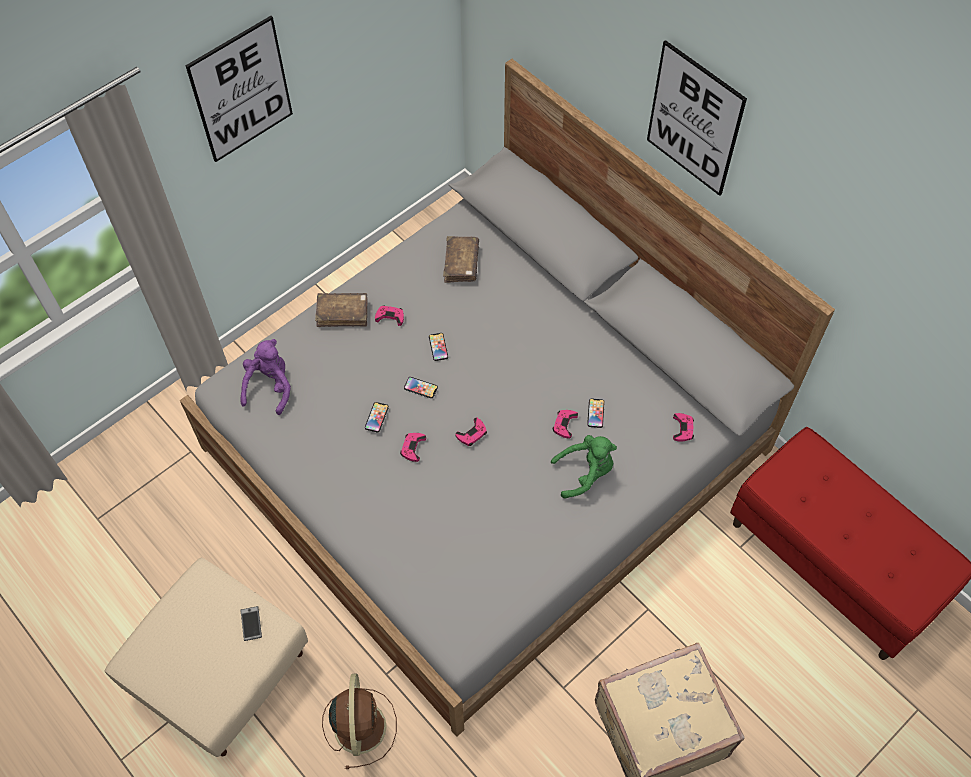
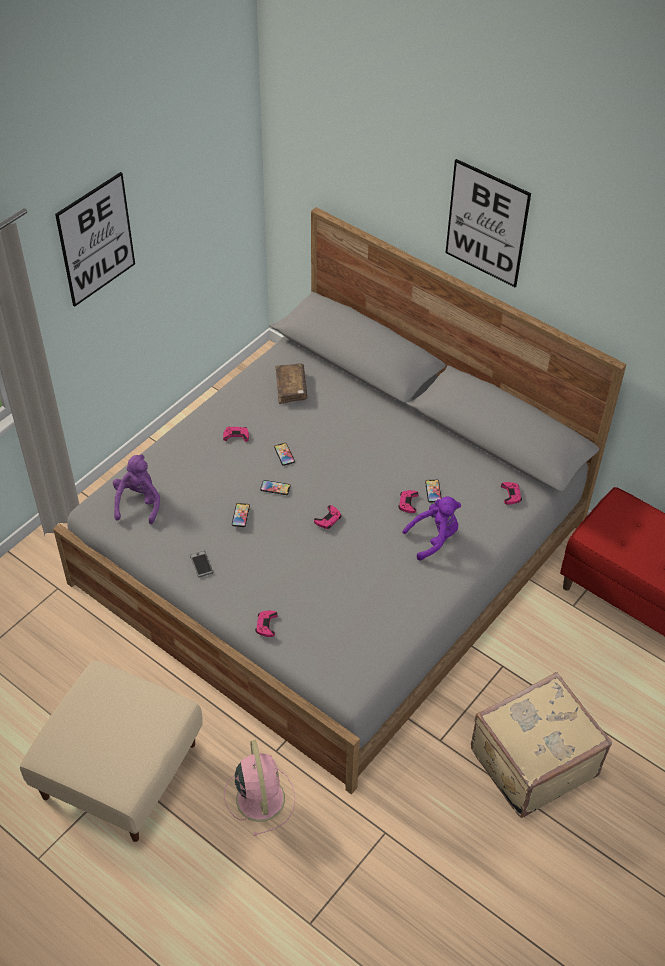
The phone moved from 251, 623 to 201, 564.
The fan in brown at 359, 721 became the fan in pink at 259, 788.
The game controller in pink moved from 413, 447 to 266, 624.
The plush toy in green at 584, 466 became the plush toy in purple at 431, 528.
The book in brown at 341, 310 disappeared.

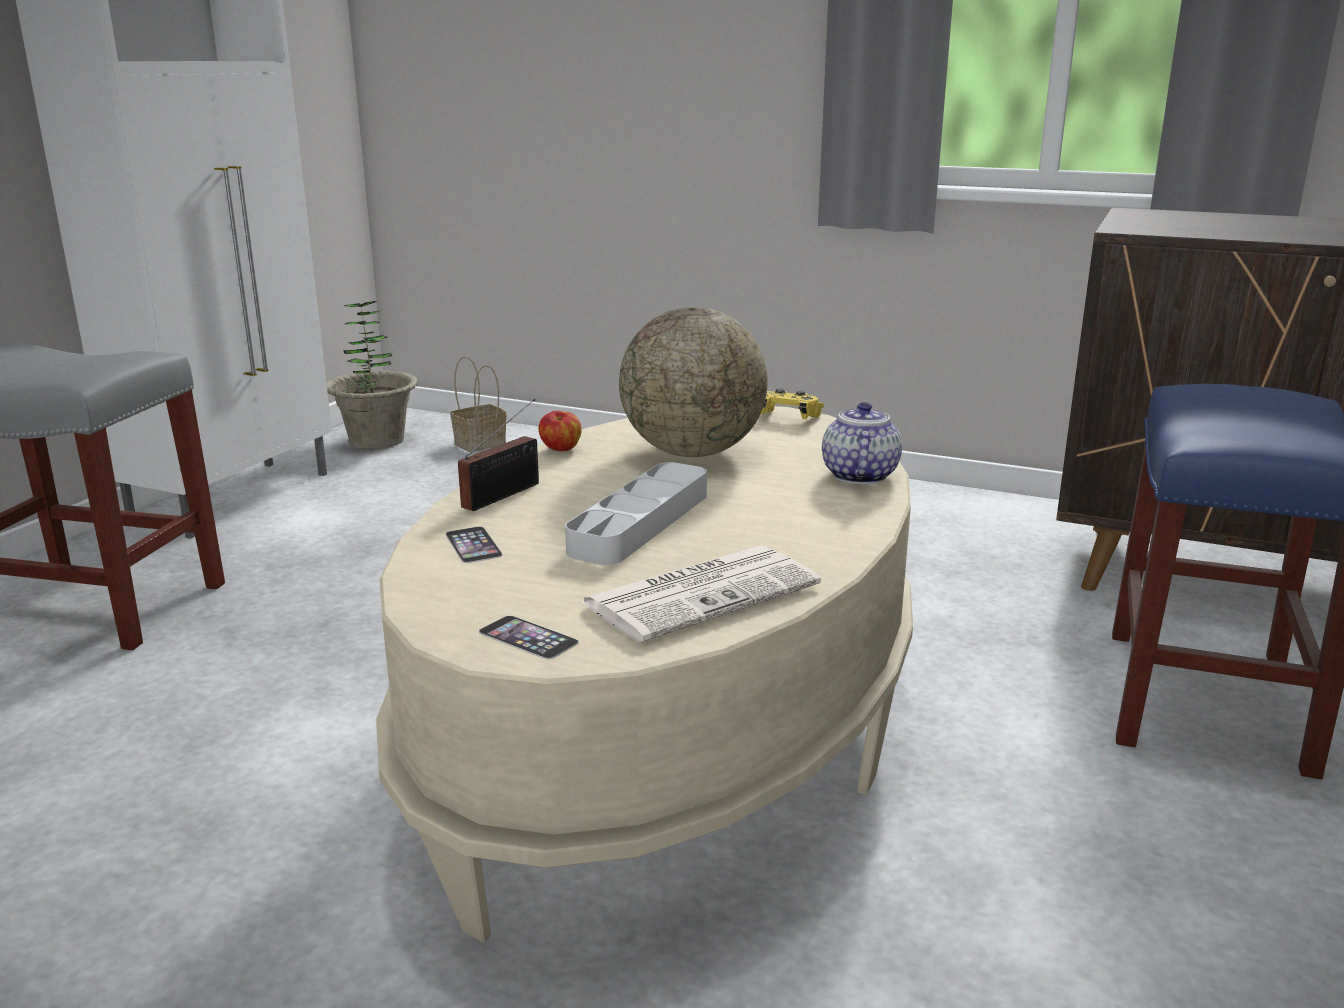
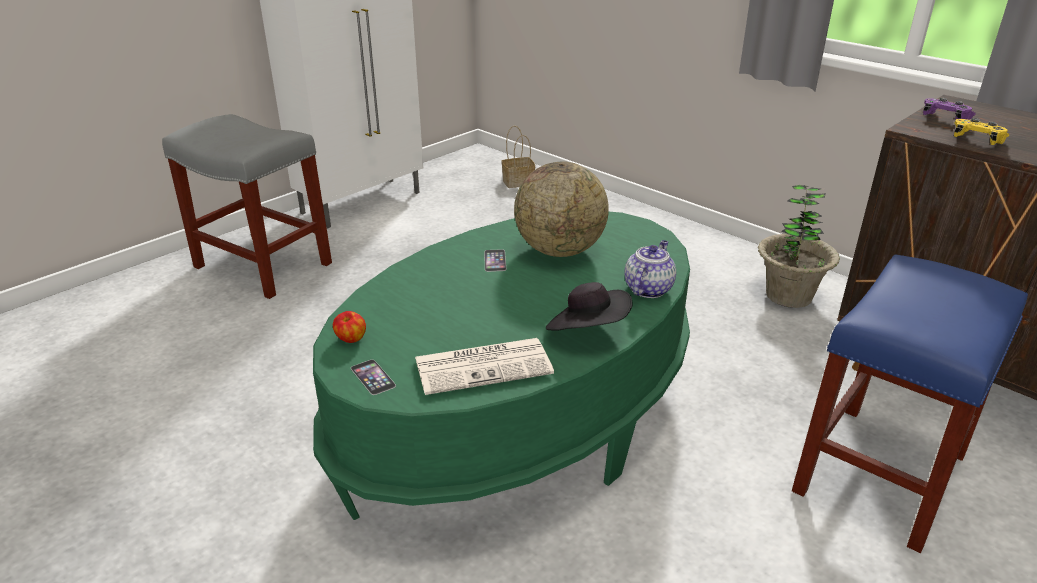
The coffee table in beige at 644, 674 became the coffee table in green at 501, 366.
The apple moved from 560, 431 to 349, 327.
The phone moved from 474, 544 to 495, 260.
The hat in black at 589, 306 appeared.
The potted plant moved from 372, 375 to 799, 246.
The game controller in purple at 949, 109 appeared.
The game controller in yellow moved from 792, 403 to 981, 131.
The radio at 498, 455 disappeared.
The tray in grey at 636, 513 disappeared.

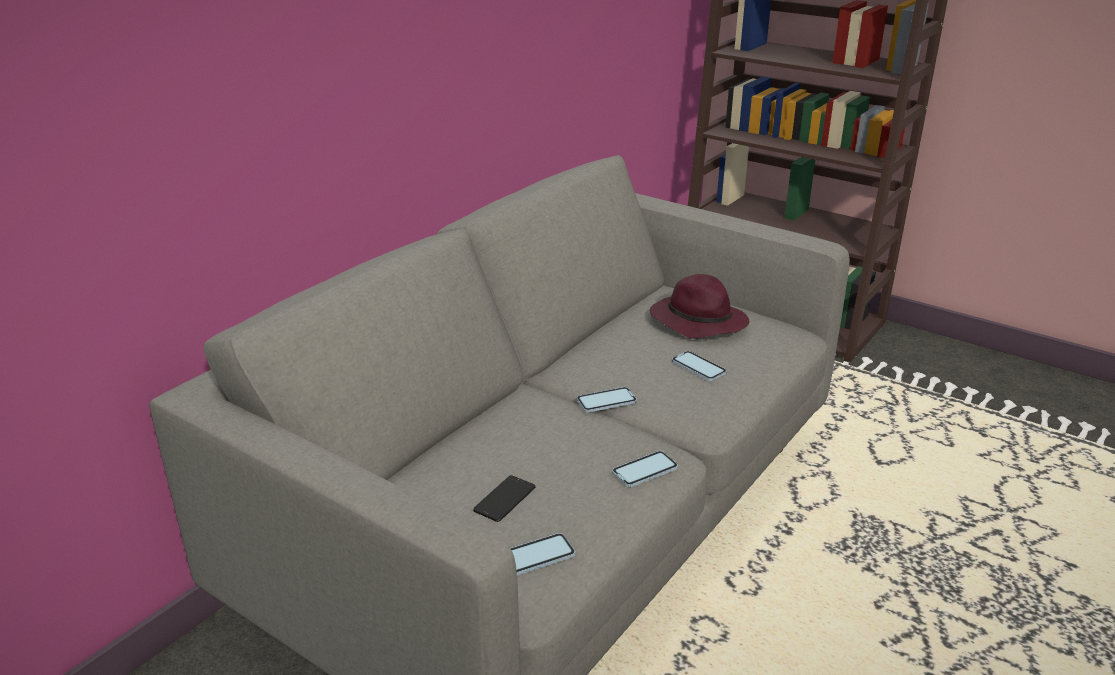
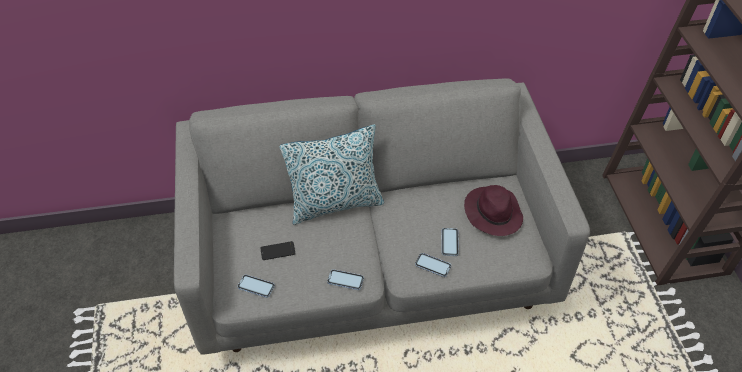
The pillow at 331, 174 appeared.
The phone moved from 606, 400 to 433, 265.

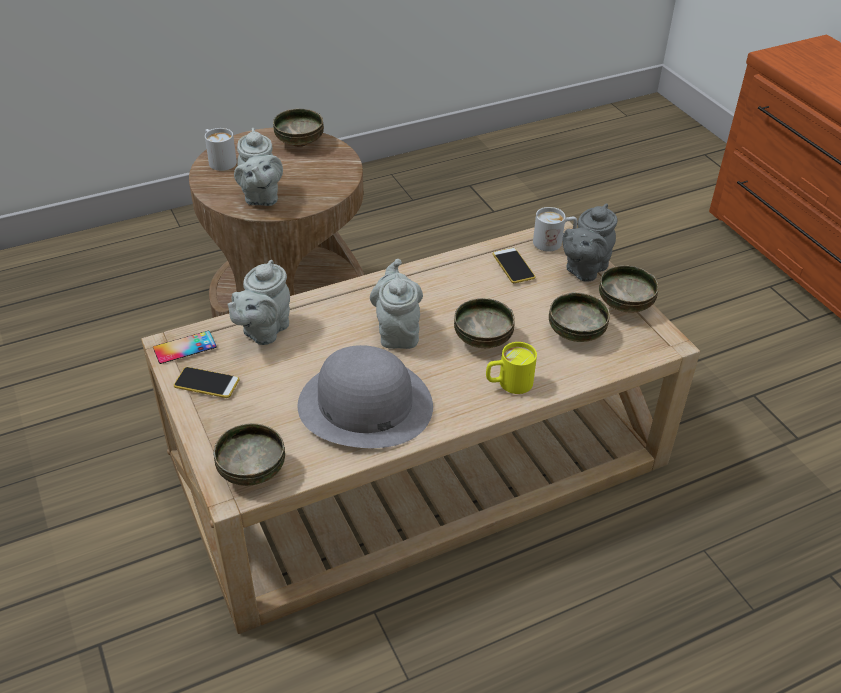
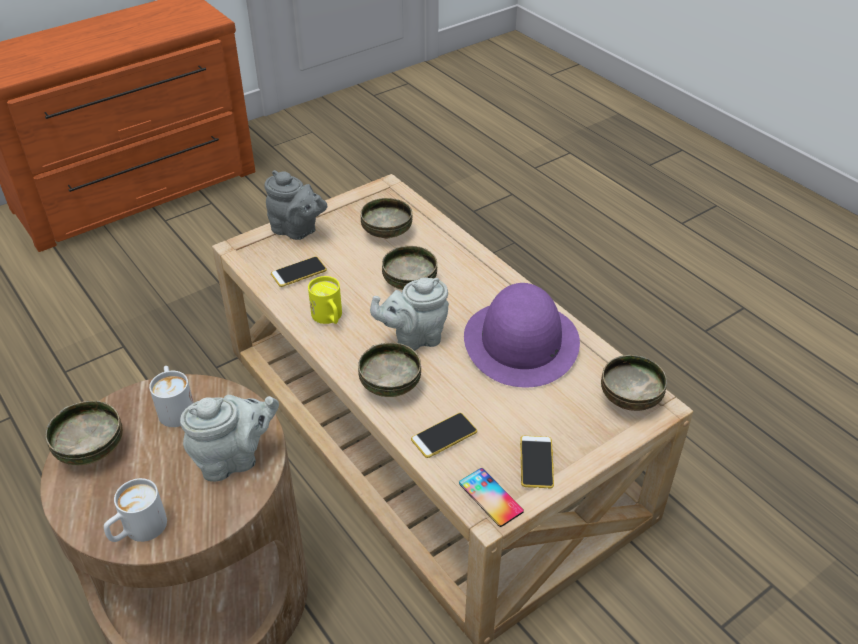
The mug in white moved from 555, 229 to 171, 396.
The mug in yellow moved from 511, 368 to 325, 300.
The bowl moved from 629, 289 to 389, 370.
The teapot in grey at 258, 302 was replaced by the phone at 444, 435.
The hat in grey at 365, 396 became the hat in purple at 522, 335.

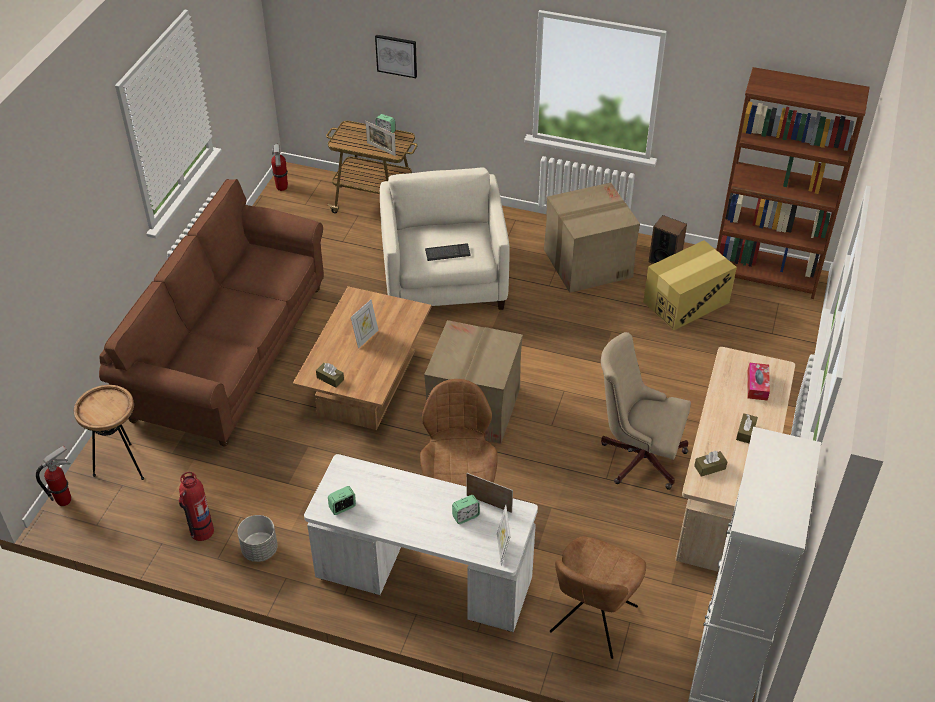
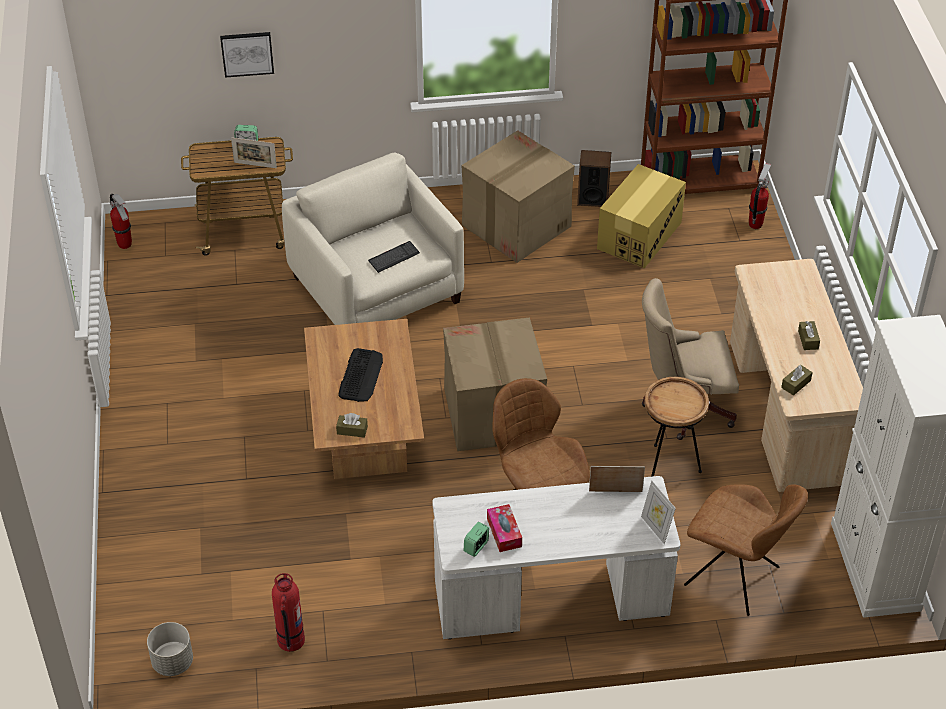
The planter in grey moved from 257, 538 to 170, 649.
The picture frame at 364, 324 was replaced by the keyboard at 360, 375.
The tissue box moved from 758, 382 to 504, 528.
The side table in brown moved from 109, 432 to 676, 427.
The chair in brown at 598, 597 turned 60 degrees counterclockwise.
The fire extinguisher moved from 53, 475 to 760, 196.
The sofa in brown at 211, 313 disappeared.
The alarm clock at 466, 509 disappeared.

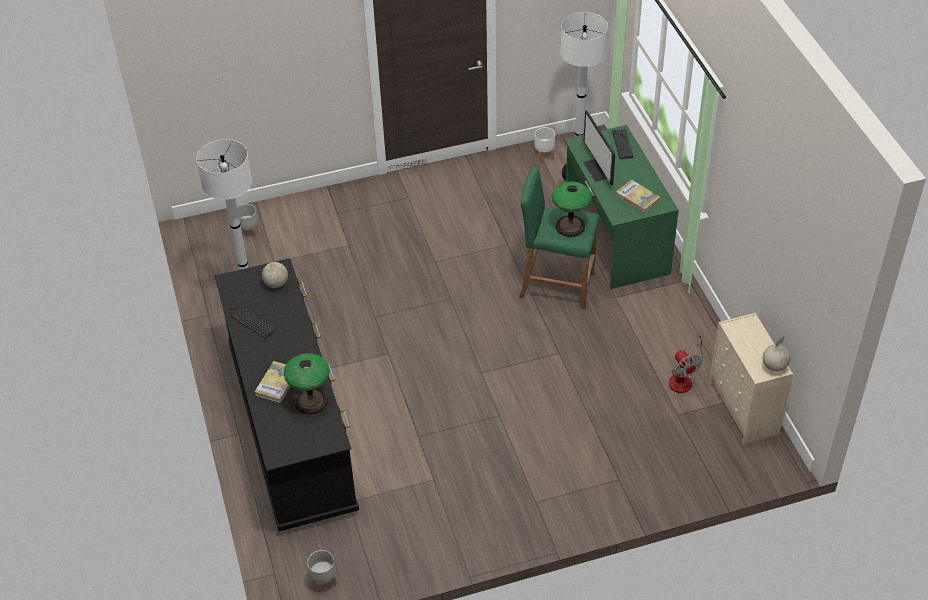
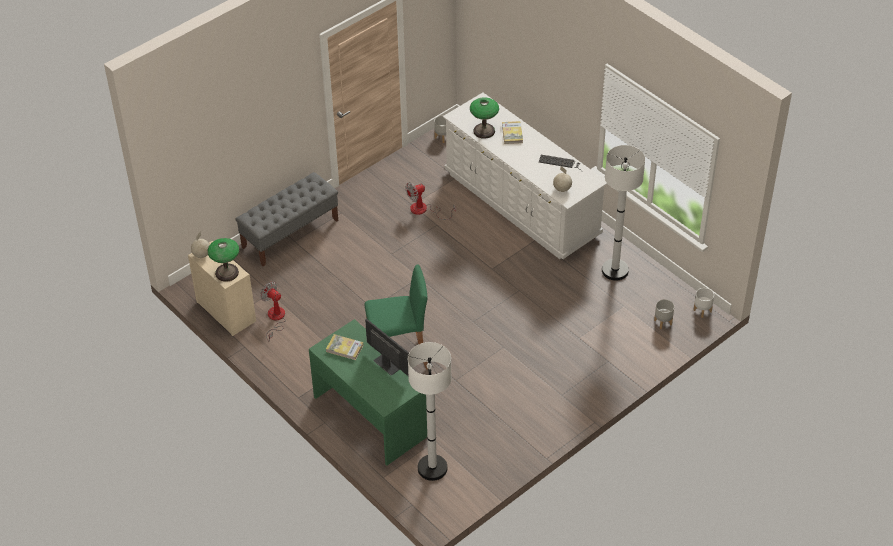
The table lamp moved from 572, 209 to 223, 260.
The bench in grey at 286, 219 appeared.
The fan at 431, 201 appeared.
The dresser in black at 287, 395 became the dresser in white at 525, 176.
The planter in white moved from 544, 144 to 703, 303.
The keyboard at 622, 144 disappeared.

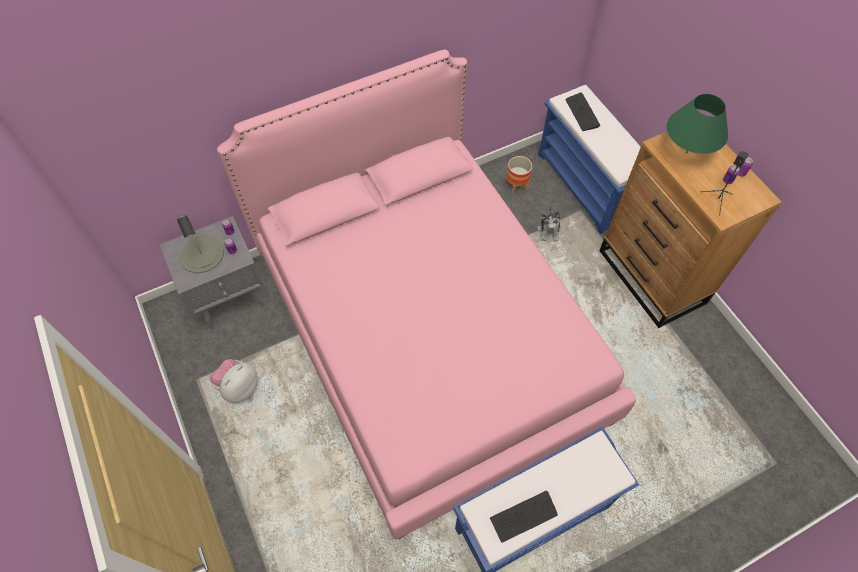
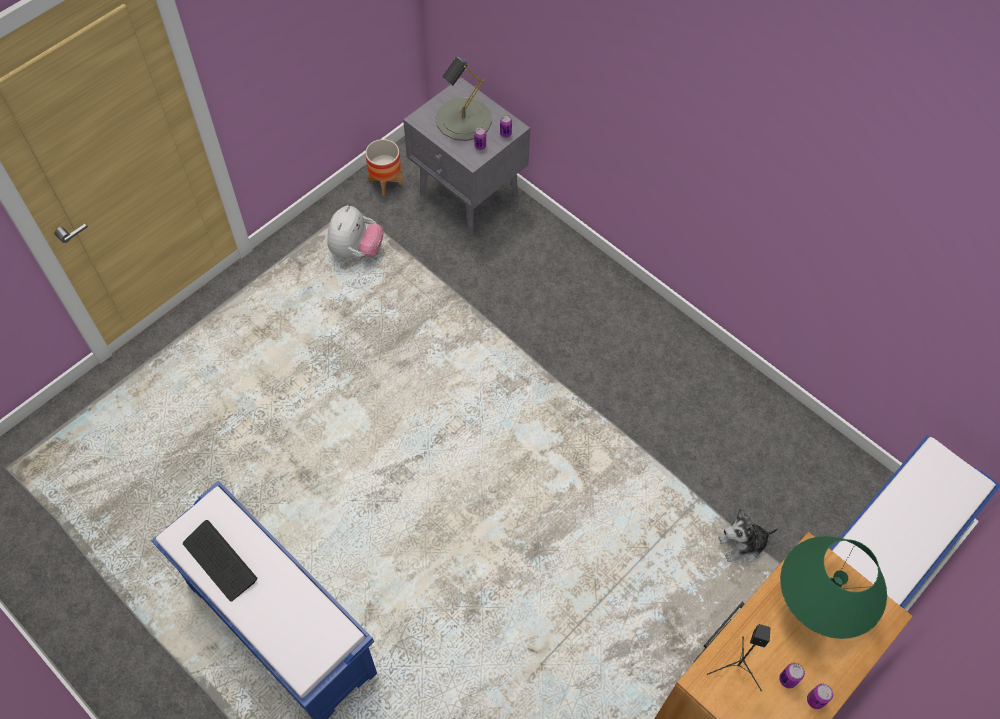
The plush toy at 234, 381 turned 90 degrees clockwise.
The planter moved from 518, 175 to 384, 167.
The bed in pink at 426, 295 disappeared.
The keyboard at 582, 111 disappeared.

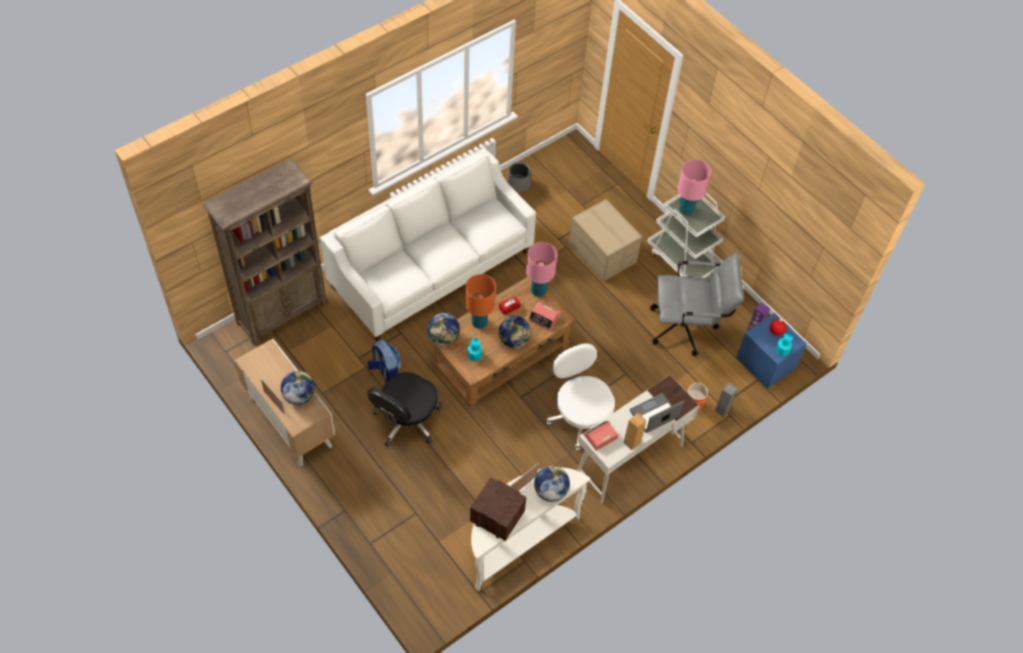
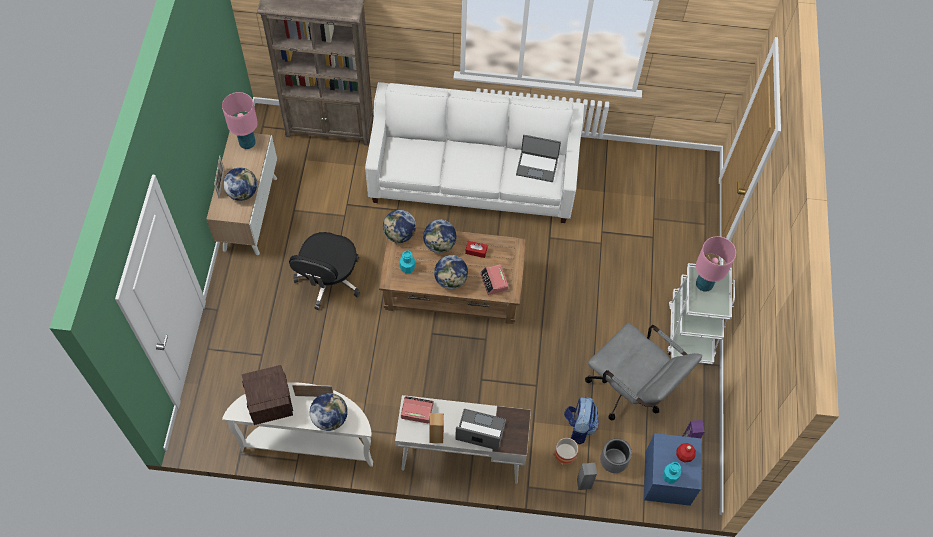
The table lamp in pink moved from 541, 269 to 240, 120.
The office chair in black at 404, 409 turned 60 degrees counterclockwise.
The table lamp in orange at 480, 301 was replaced by the globe at 439, 236.
The laptop at 538, 158 appeared.
The backpack moved from 384, 360 to 581, 420.
The planter in grey moved from 519, 177 to 616, 455.
The office chair in white at 580, 396 disappeared.
The cardboard box at 605, 240 disappeared.

